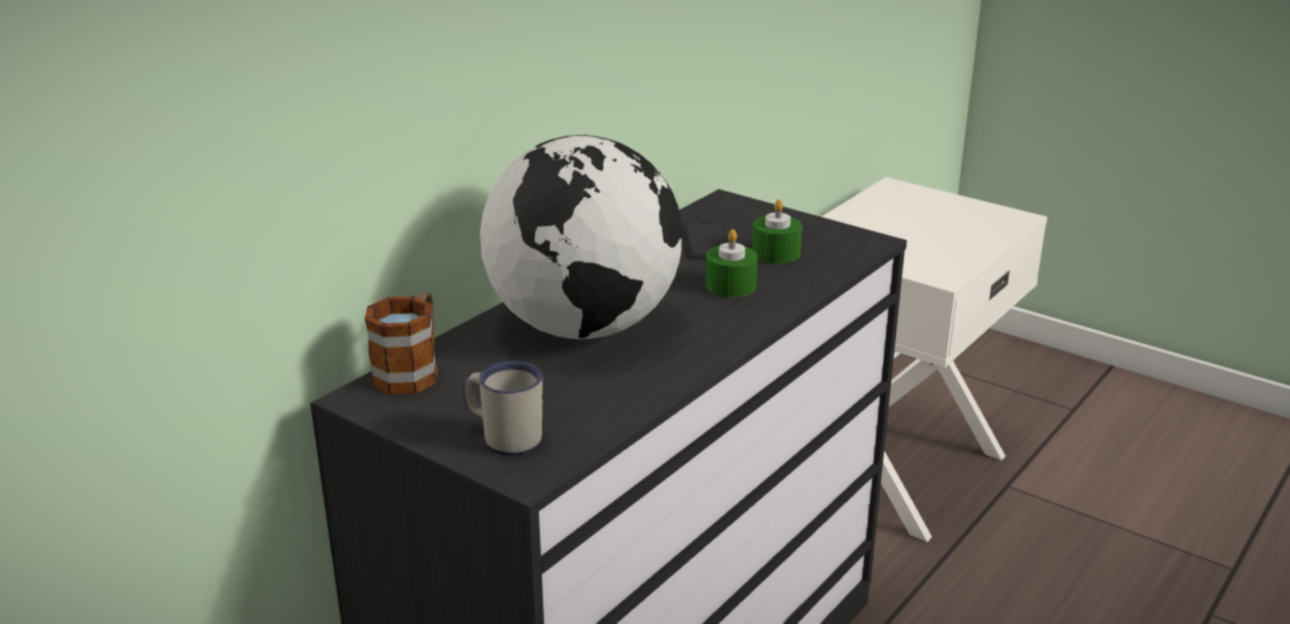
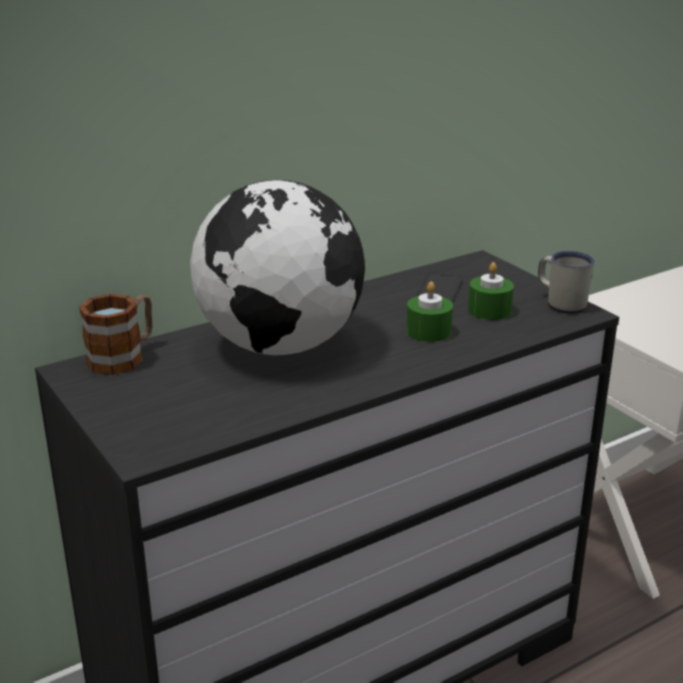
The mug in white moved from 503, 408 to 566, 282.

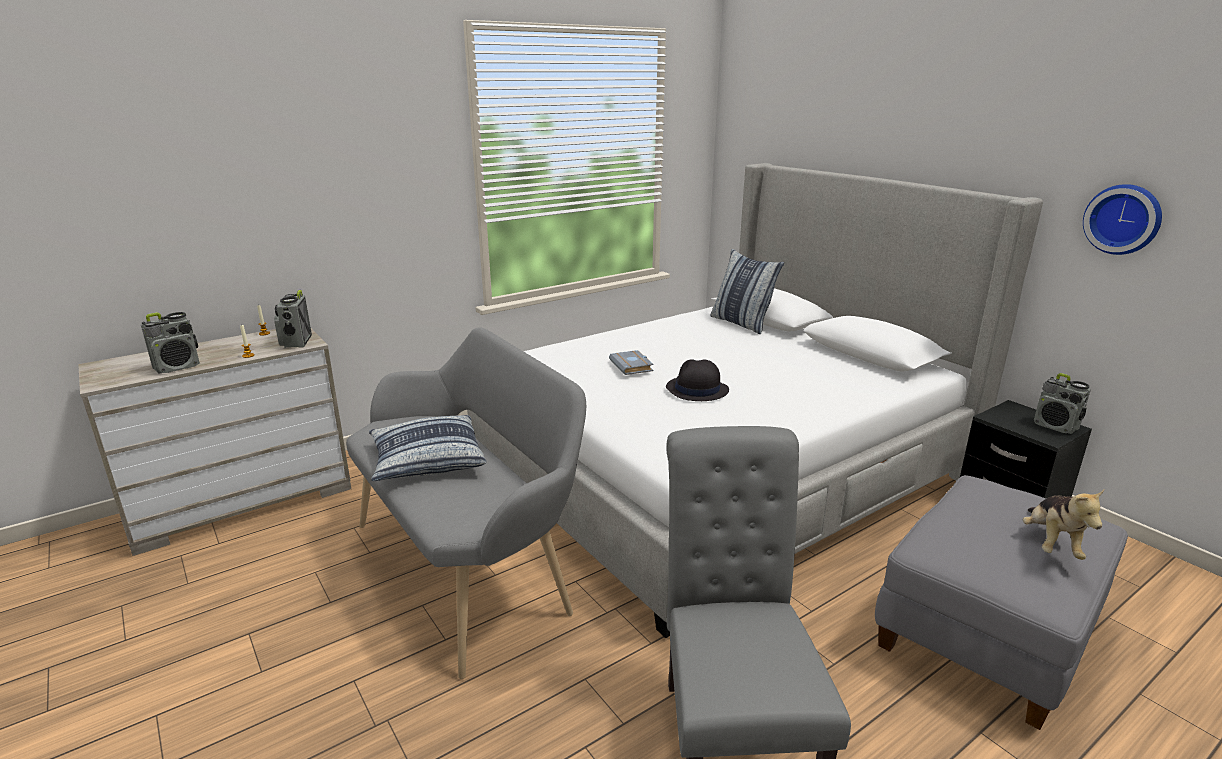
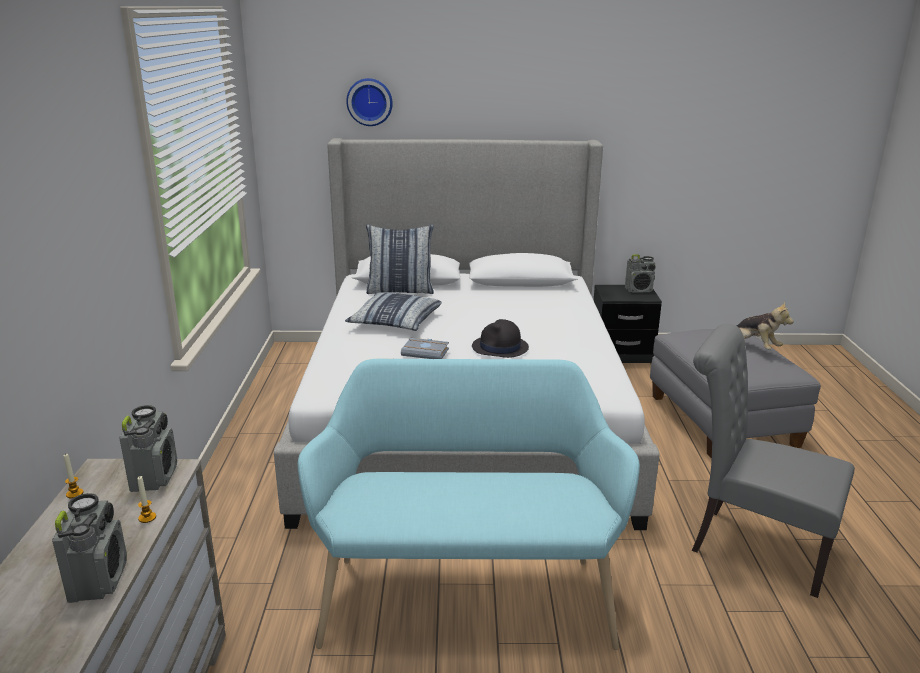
The radio at 293, 319 turned 120 degrees counterclockwise.
The bench in grey at 466, 503 became the bench in turquoise at 469, 504.
The pillow moved from 427, 448 to 393, 311.
The wall clock moved from 1122, 219 to 369, 102.

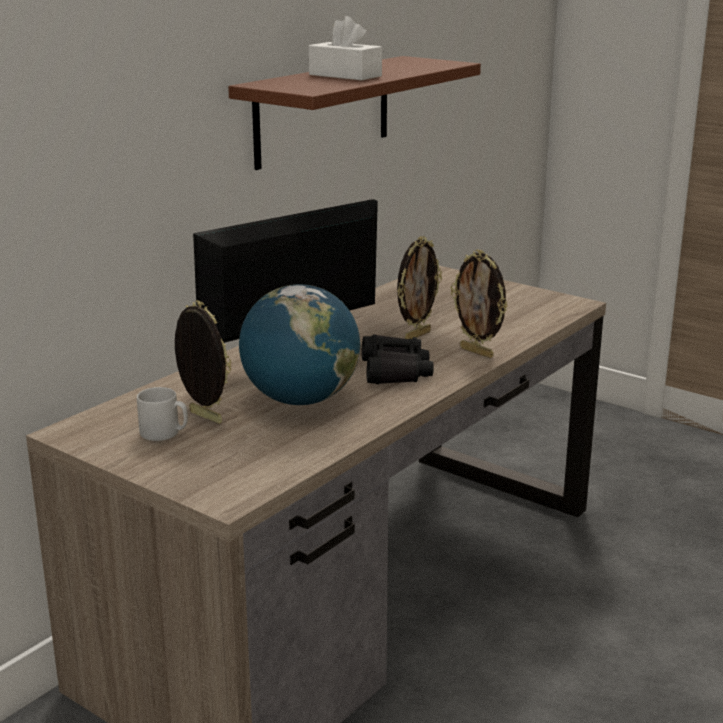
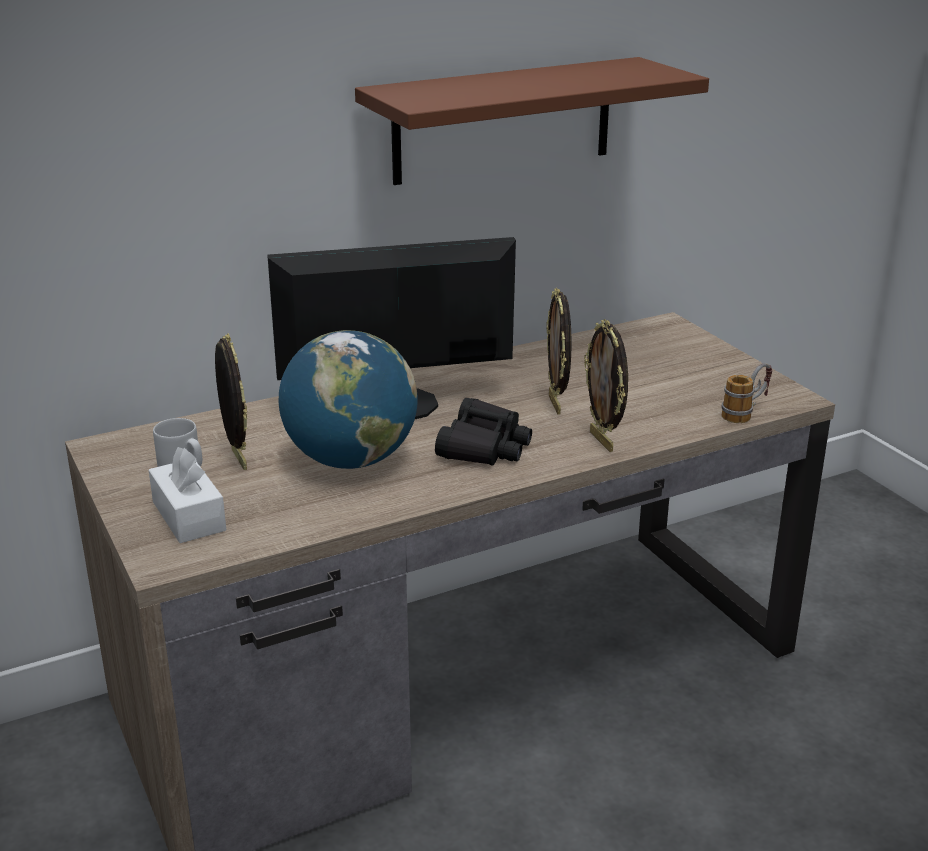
The tissue box in white moved from 345, 48 to 187, 495.
The picture frame at 419, 287 turned 105 degrees clockwise.
The mug at 746, 393 appeared.

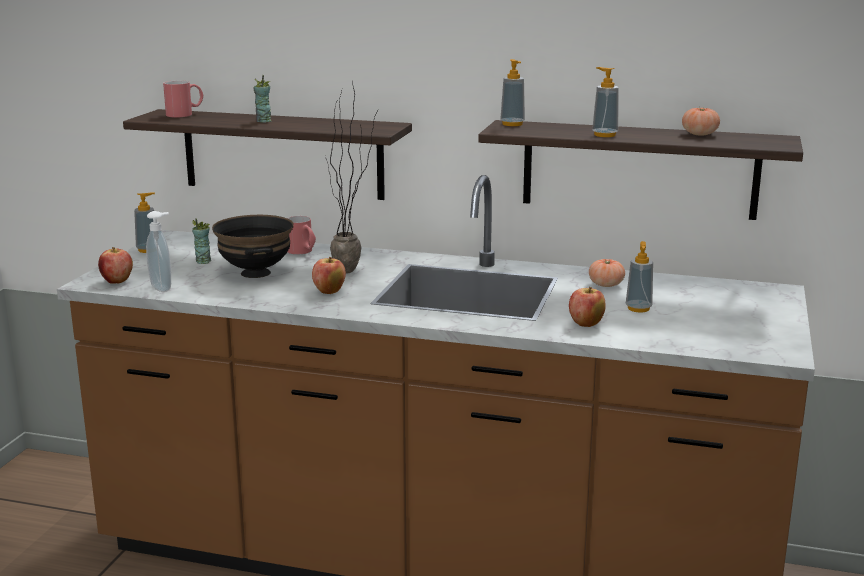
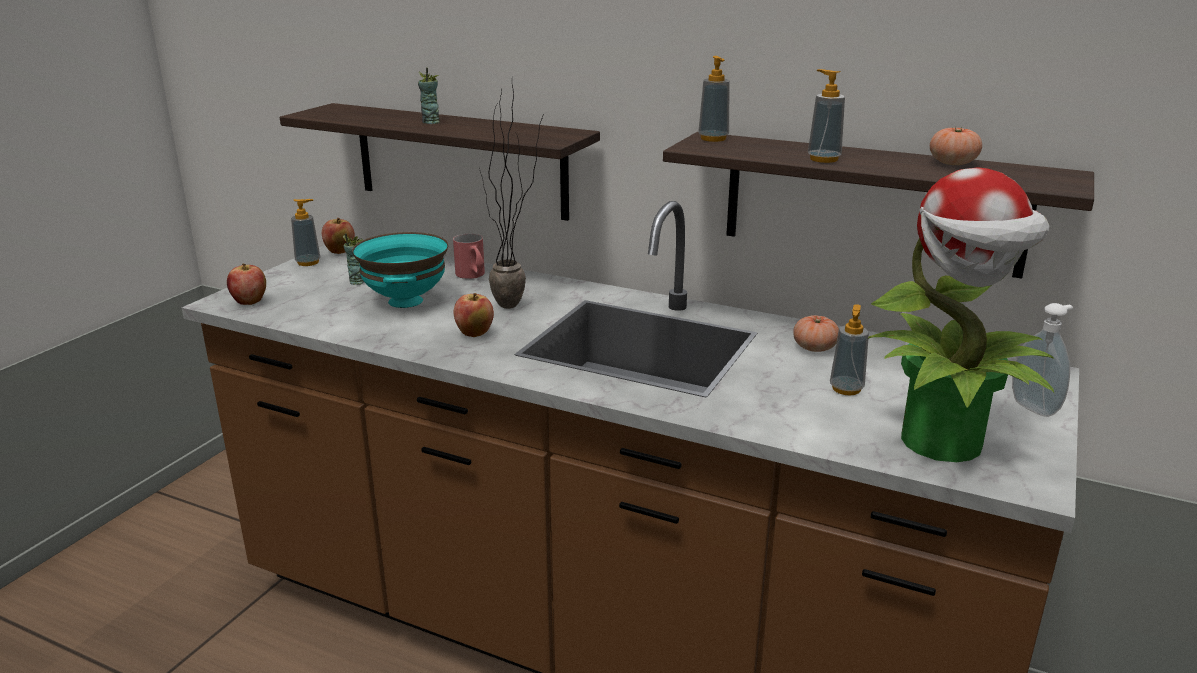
The apple moved from 587, 307 to 338, 236.
The bowl in black at 253, 246 became the bowl in turquoise at 400, 270.
The potted plant at 960, 314 appeared.
The soap dispenser moved from 158, 251 to 1042, 360.
The mug in red at 183, 99 disappeared.

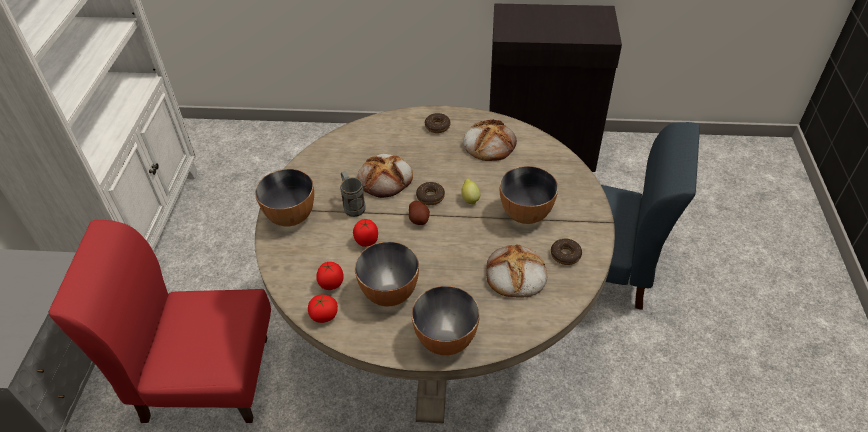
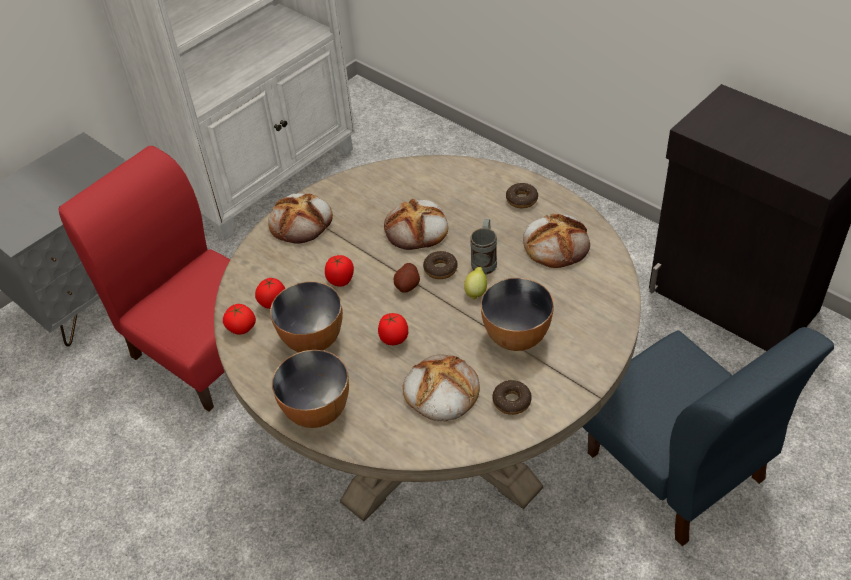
The bowl at 284, 197 was replaced by the bread at 300, 219.
The tomato at 393, 329 appeared.
The mug in grey moved from 353, 194 to 483, 246.

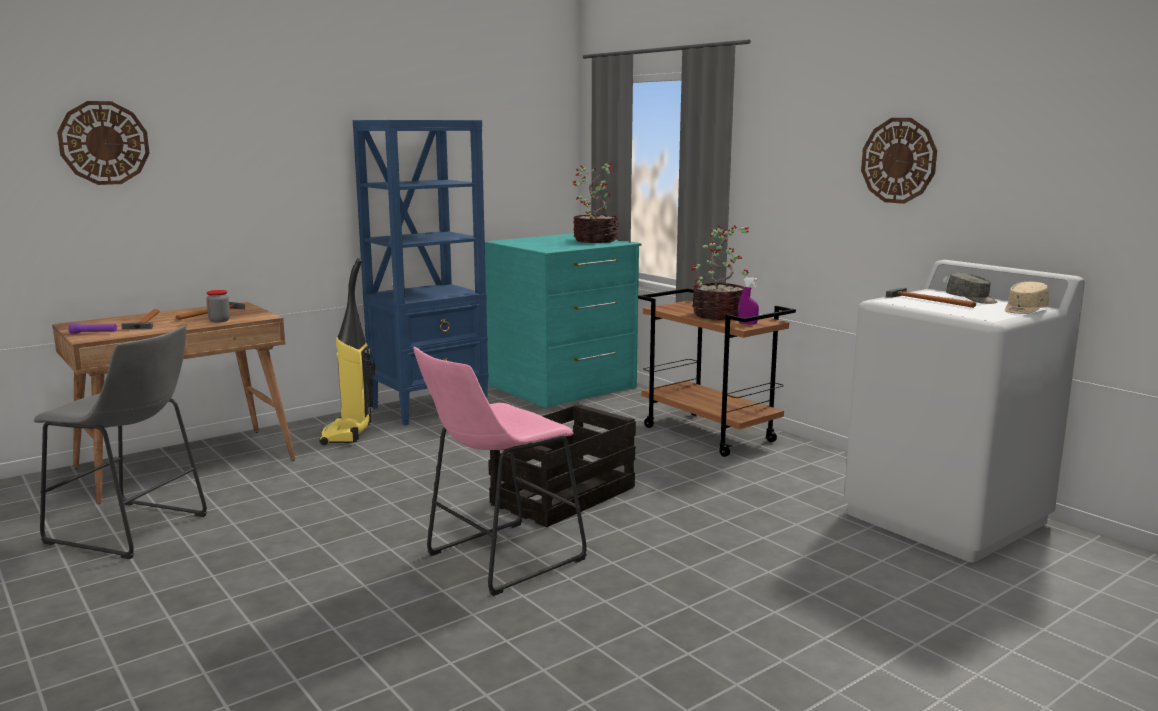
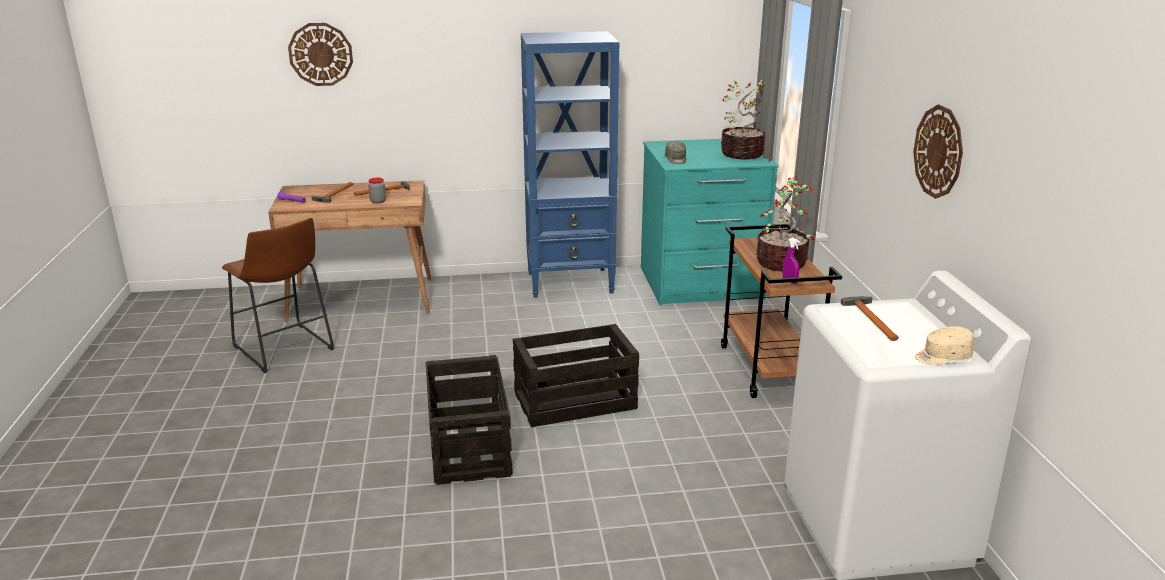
The stool in grey at 120, 442 became the stool in brown at 278, 295.
The stool in pink at 500, 471 was replaced by the crate at 469, 420.
The cap in grey moved from 971, 288 to 675, 152.
The vacuum cleaner at 347, 351 disappeared.

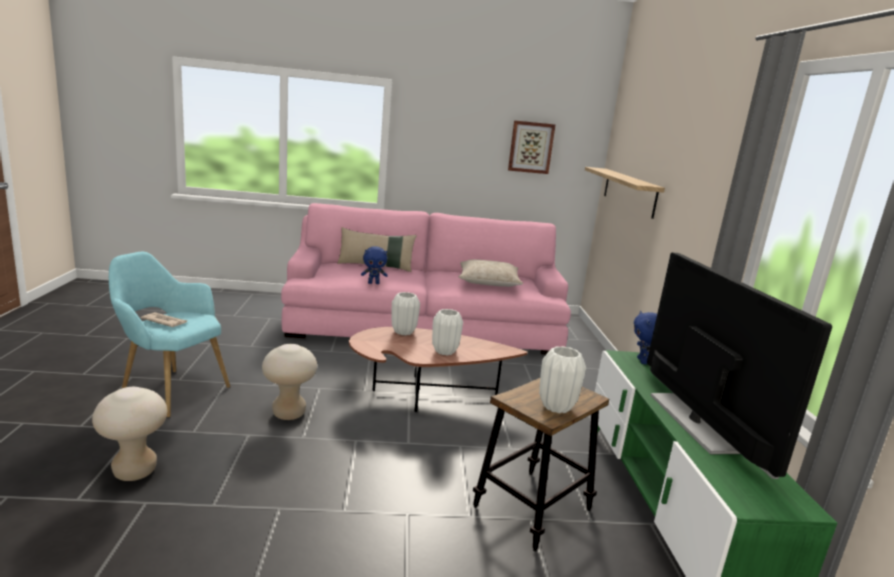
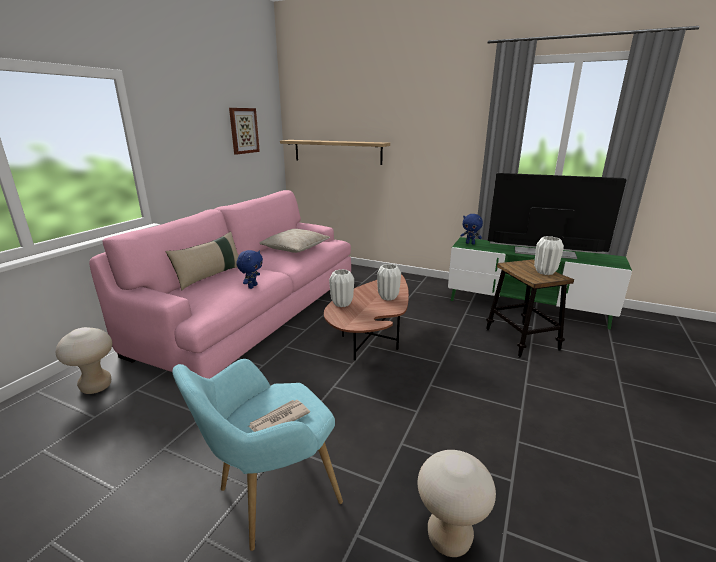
The stool in beige moved from 289, 382 to 84, 360.

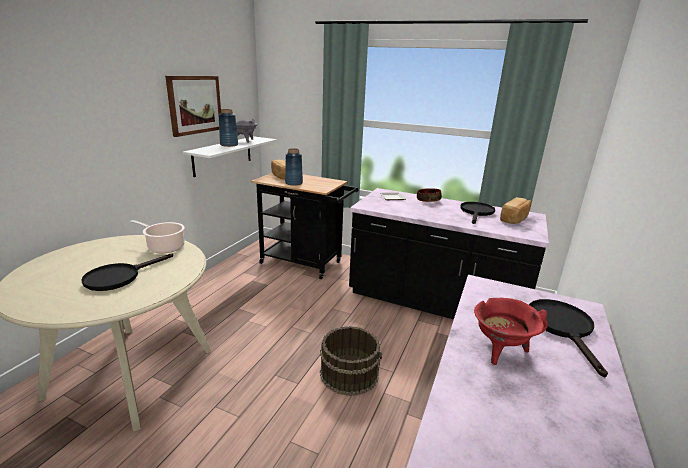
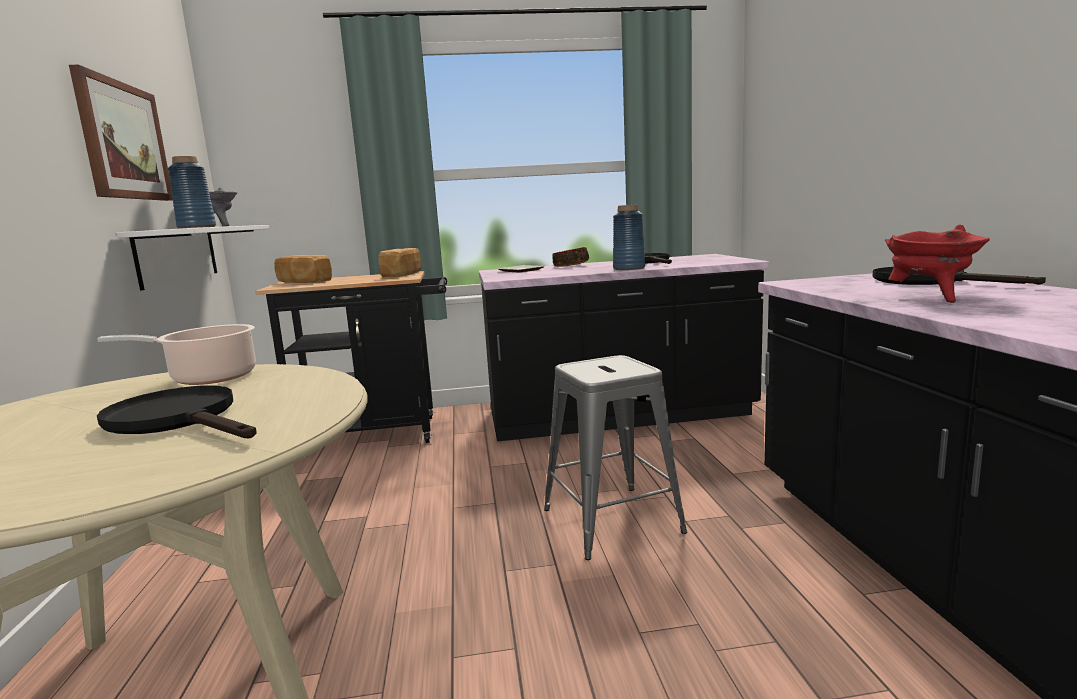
The frying pan in black at 127, 272 turned 120 degrees clockwise.
The bread moved from 515, 210 to 400, 262.
The bucket in brown at 351, 361 was replaced by the stool in grey at 615, 457.
The vase in blue moved from 294, 167 to 629, 237.

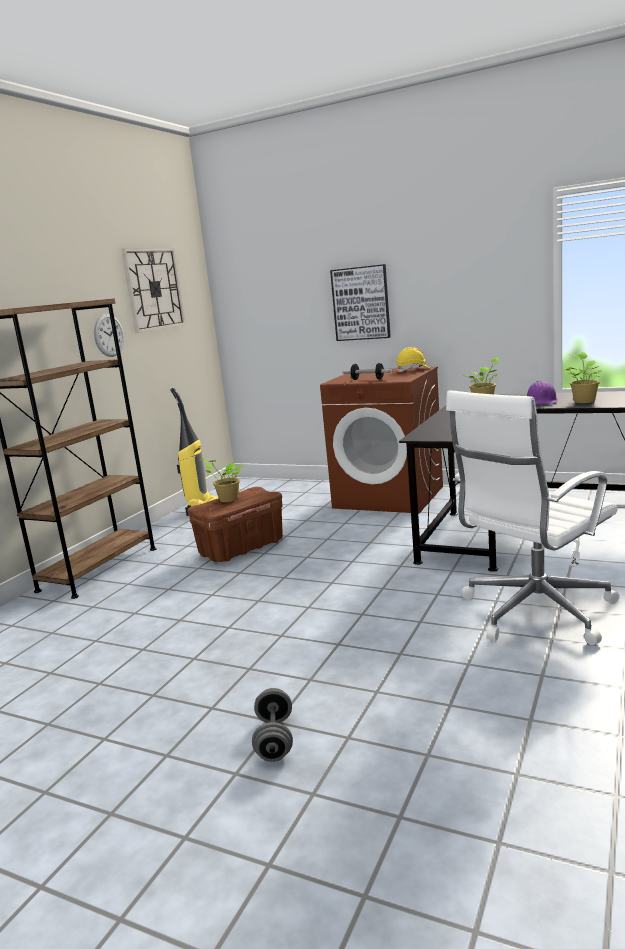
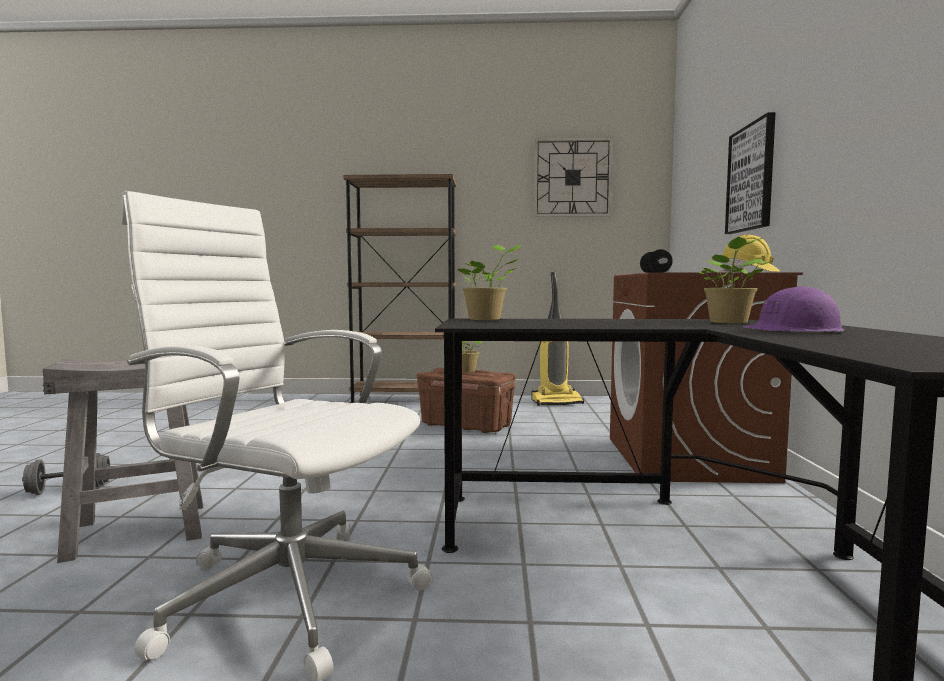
The stool in grey at 123, 461 appeared.
The potted plant moved from 583, 377 to 489, 282.
The wall clock at 109, 335 disappeared.

